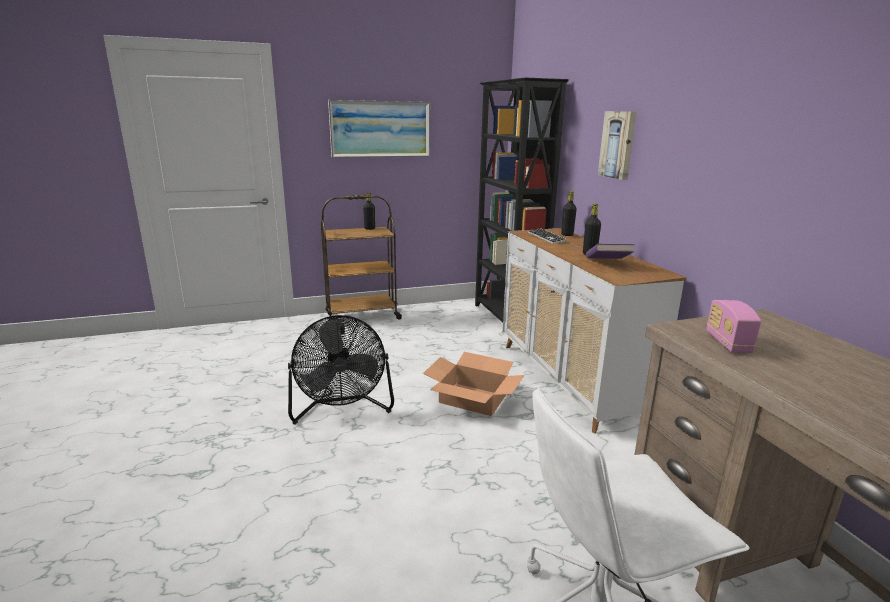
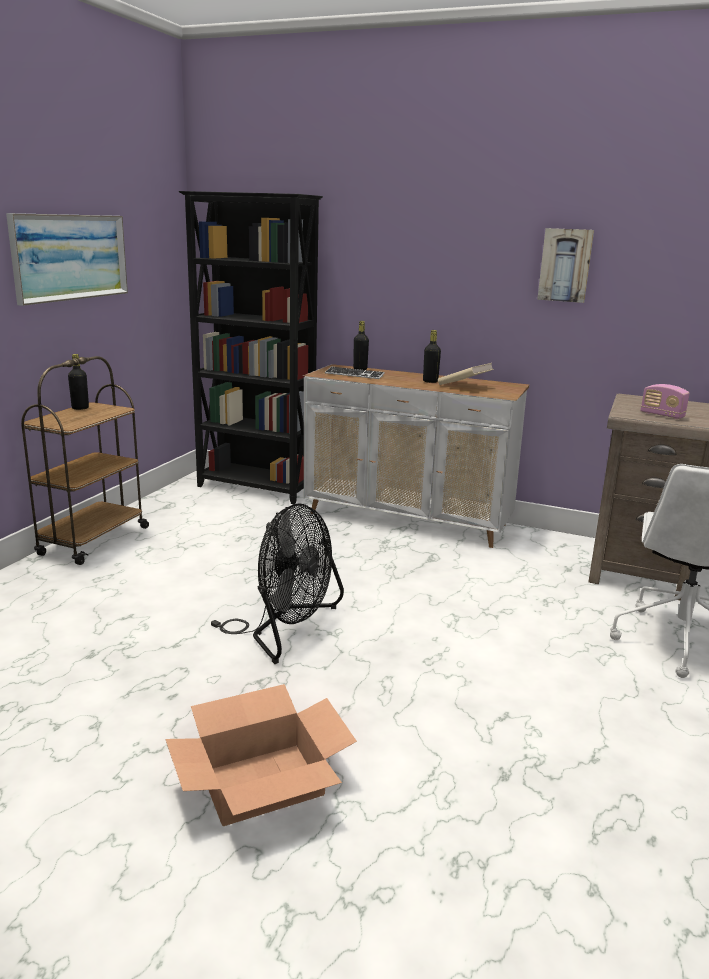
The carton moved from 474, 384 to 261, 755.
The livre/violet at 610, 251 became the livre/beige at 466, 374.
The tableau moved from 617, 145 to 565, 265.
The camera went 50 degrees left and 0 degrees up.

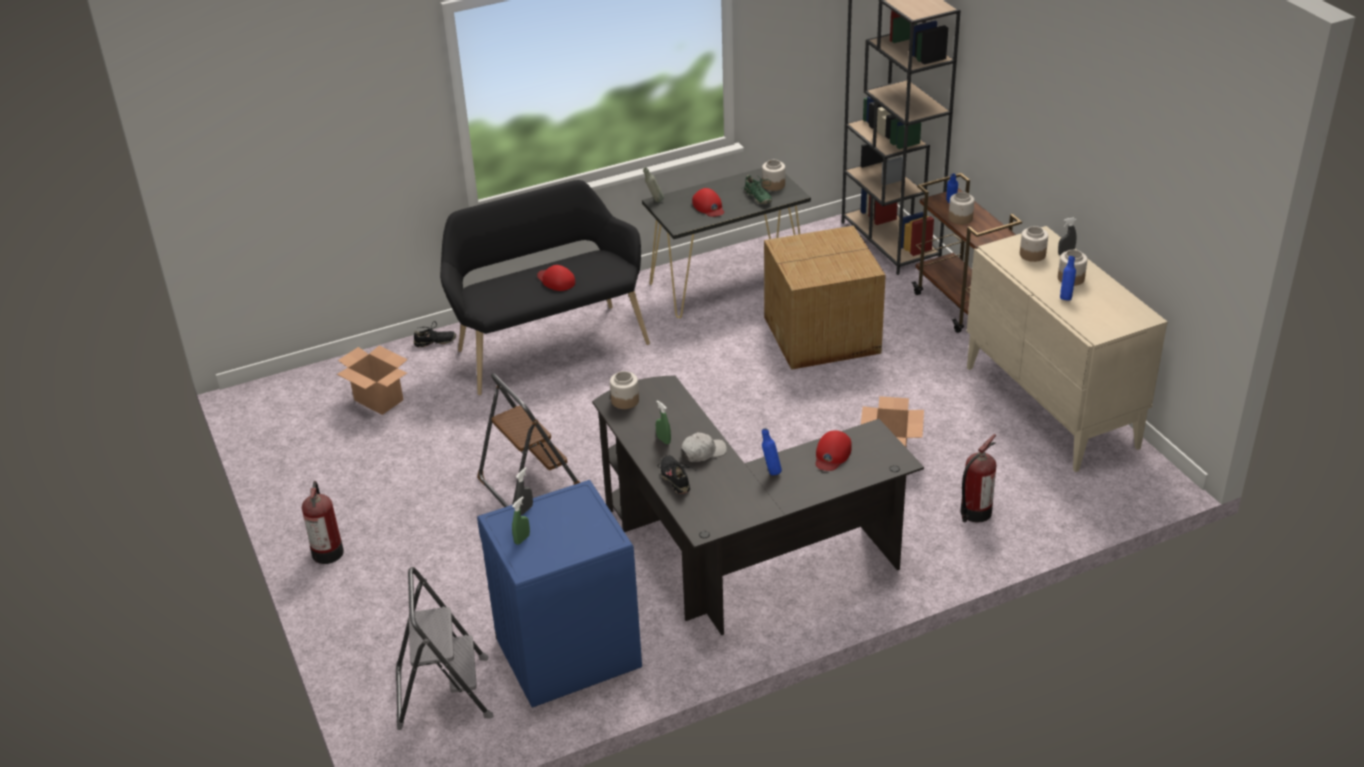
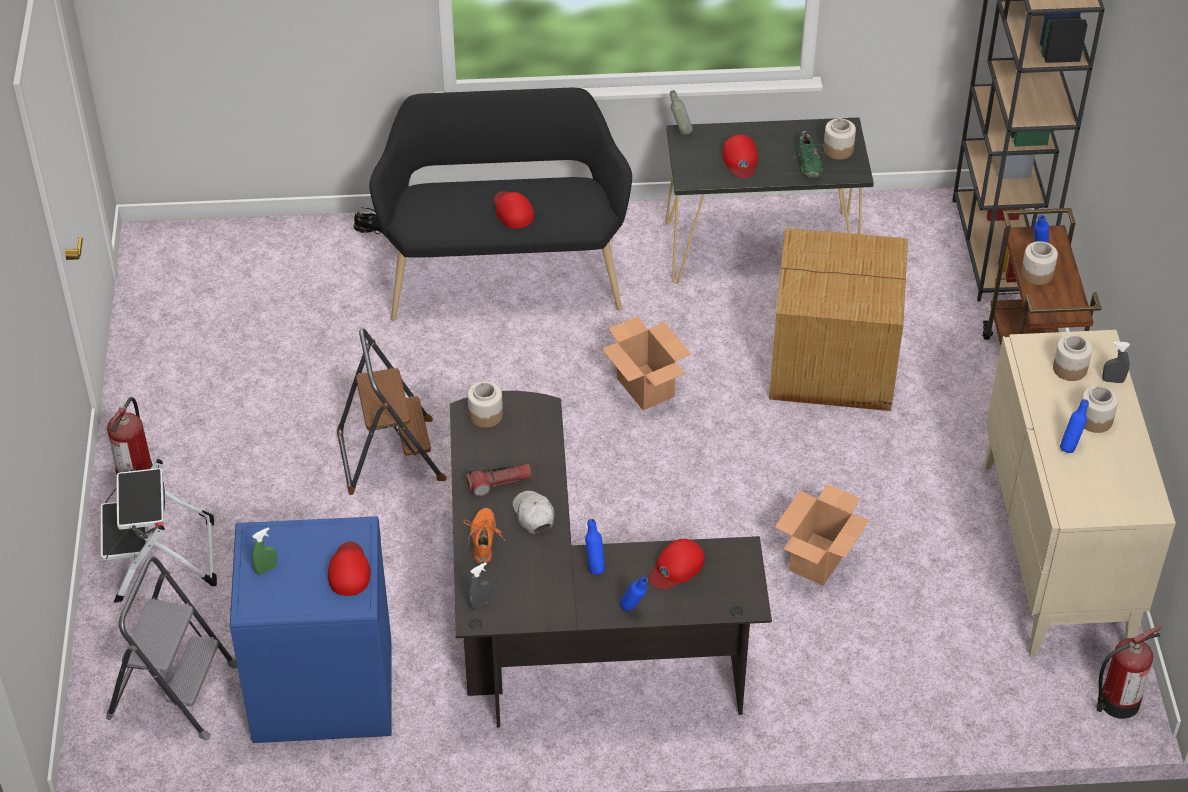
The carton moved from 372, 380 to 646, 363.
The vaporisateur/gris moved from 524, 491 to 479, 585.
The vaporisateur/vert at 663, 422 was replaced by the lampe de poche at 499, 480.
The chaussure/noir at 676, 474 became the chaussure/orange at 484, 535.
The casquette/blanc at 704, 447 turned 105 degrees counterclockwise.
The extincteur moved from 978, 478 to 1129, 672.
The escabeau at 159, 531 appeared.
The casquette/rouge at 349, 568 appeared.
The bouteille/bleu at 634, 594 appeared.
The camera went 20 degrees right and 10 degrees up.

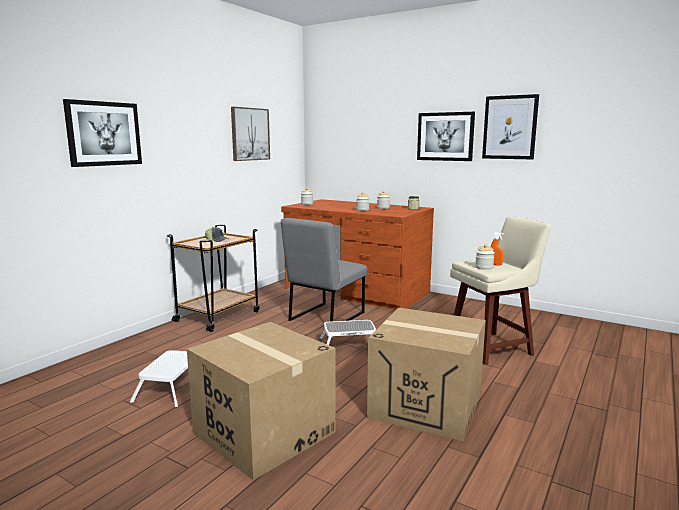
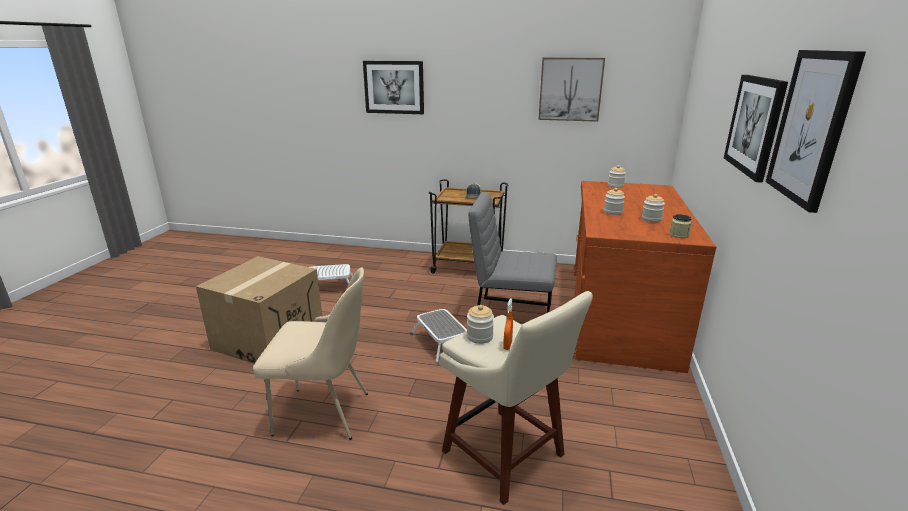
The carton at 426, 375 was replaced by the chaise/beige at 310, 353.
The camera went 70 degrees right and 10 degrees up.

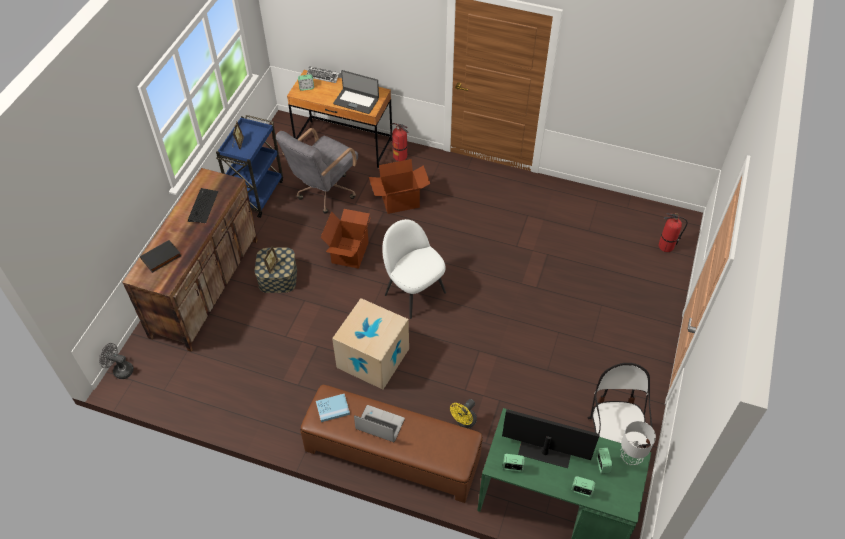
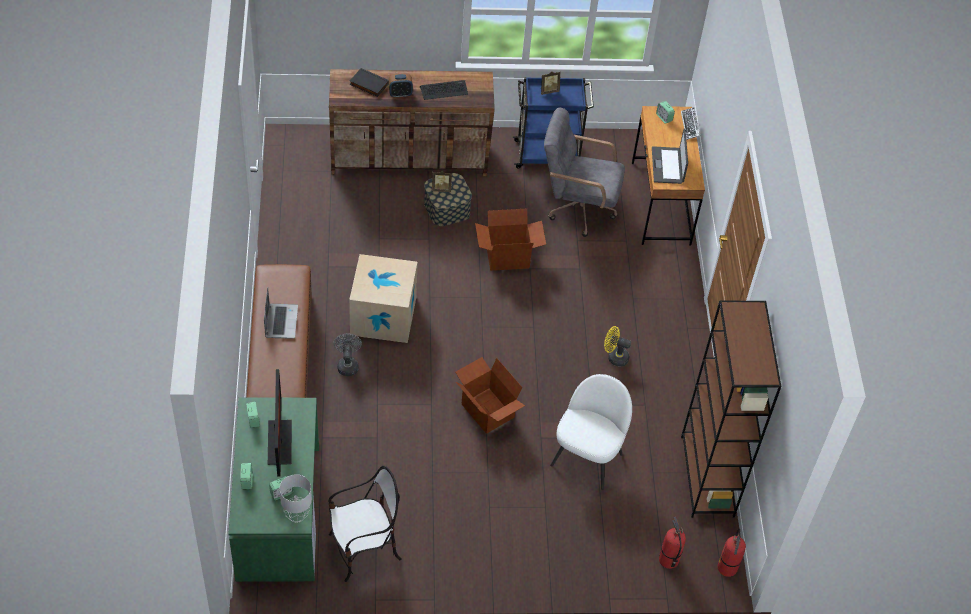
The ventilateur/gris moved from 116, 361 to 347, 354.
The livre/bleu at 333, 408 disappeared.
The carton moved from 399, 186 to 490, 395.
The chaise/blanc moved from 414, 269 to 591, 432.
The extincteur moved from 399, 142 to 731, 552.
The ventilateur/jaune moved from 463, 413 to 617, 346.
The réveil at 401, 86 appeared.
The bibliothèque/marron at 731, 409 appeared.
The camera went 65 degrees right and 0 degrees up.

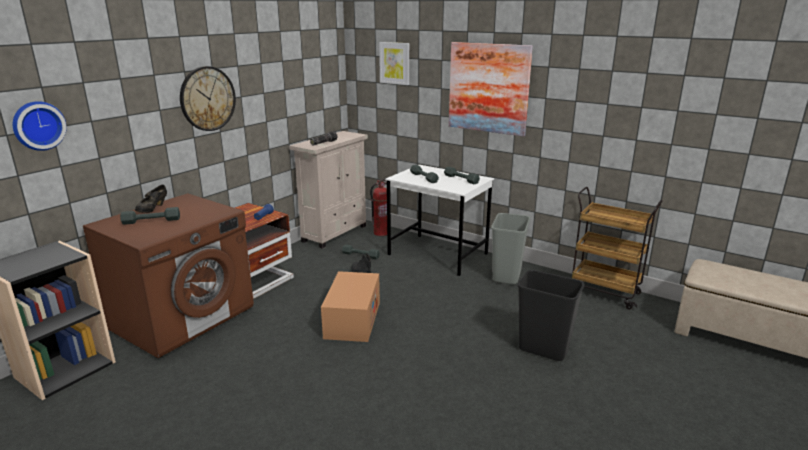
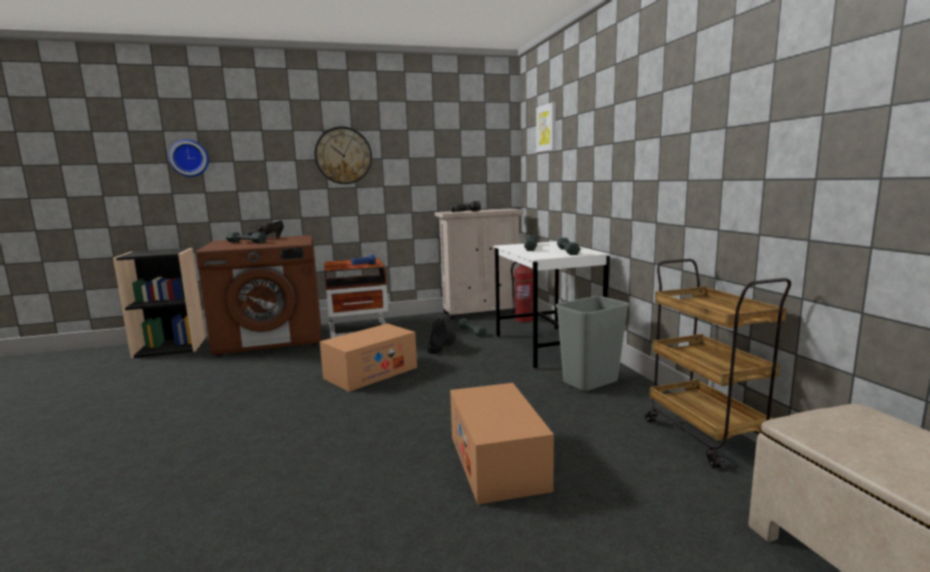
The tableau at 491, 89 disappeared.
The poubelle/noir at 550, 315 was replaced by the carton at 502, 444.
The camera went 40 degrees right and 10 degrees down.

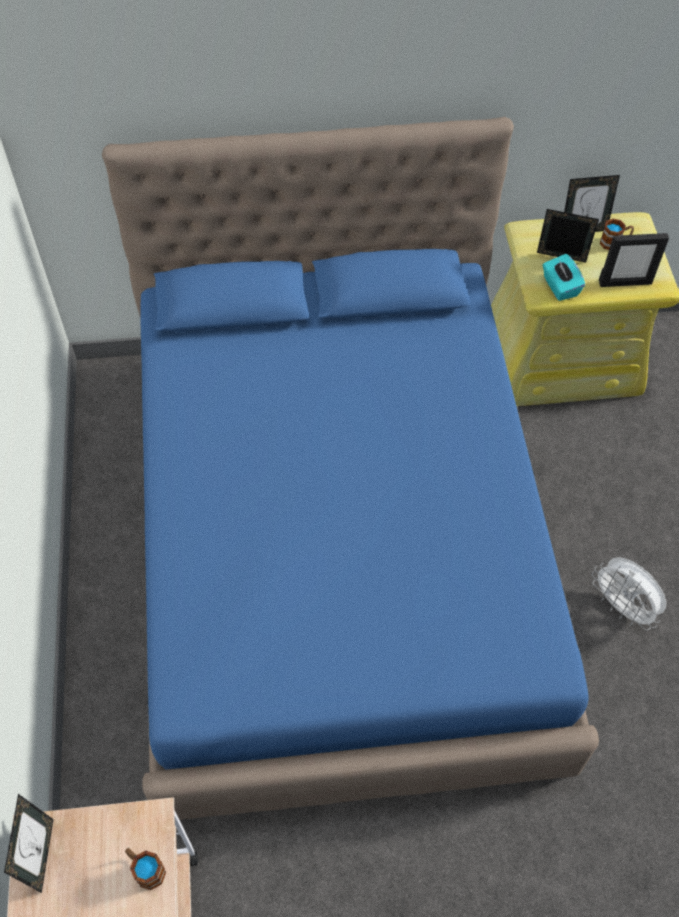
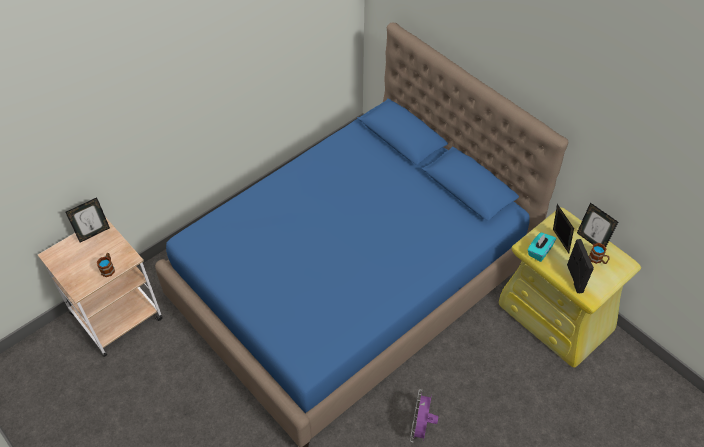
The ventilateur/blanc at 629, 593 became the ventilateur/violet at 424, 415.
The cadre photo at 634, 260 turned 150 degrees counterclockwise.
The camera went 55 degrees right and 5 degrees down.

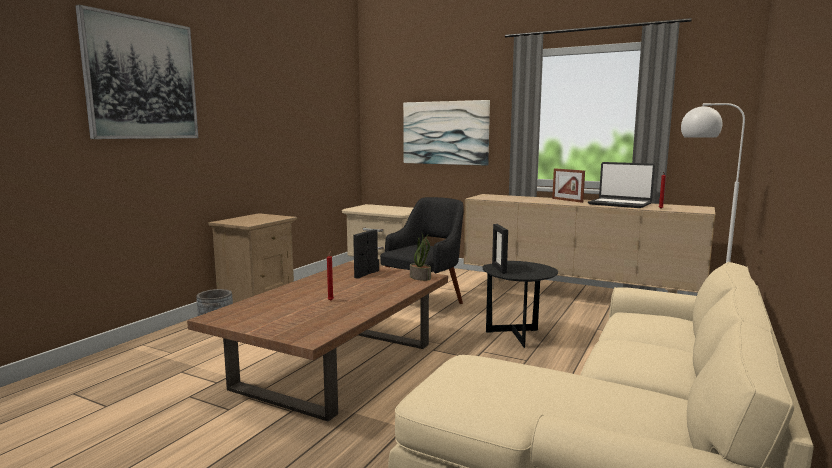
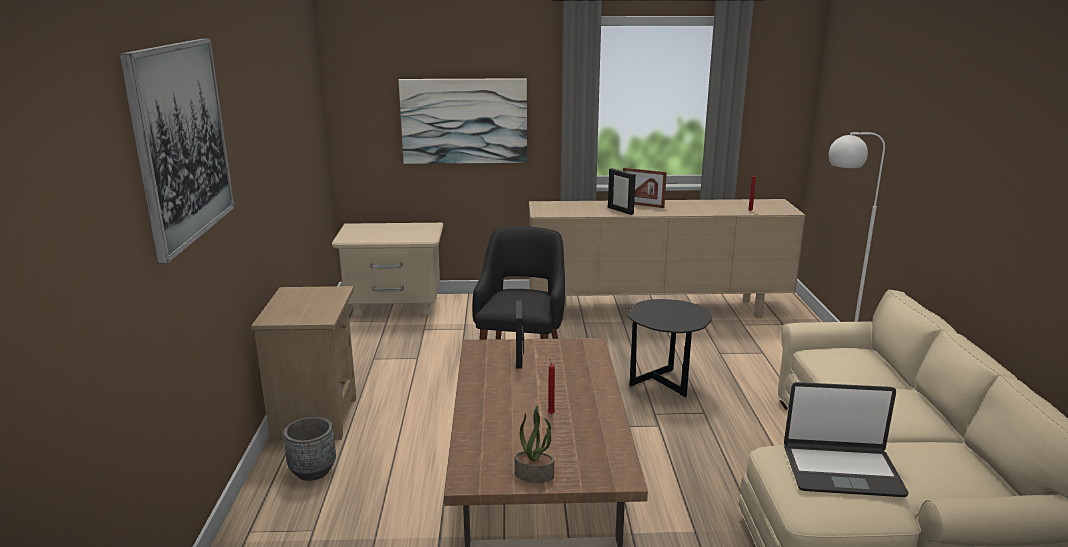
The plante en pot moved from 420, 257 to 534, 444.
The cadre photo moved from 500, 249 to 622, 191.
The ordinateur portable moved from 621, 185 to 846, 439.
The camera went 30 degrees left and 10 degrees up.

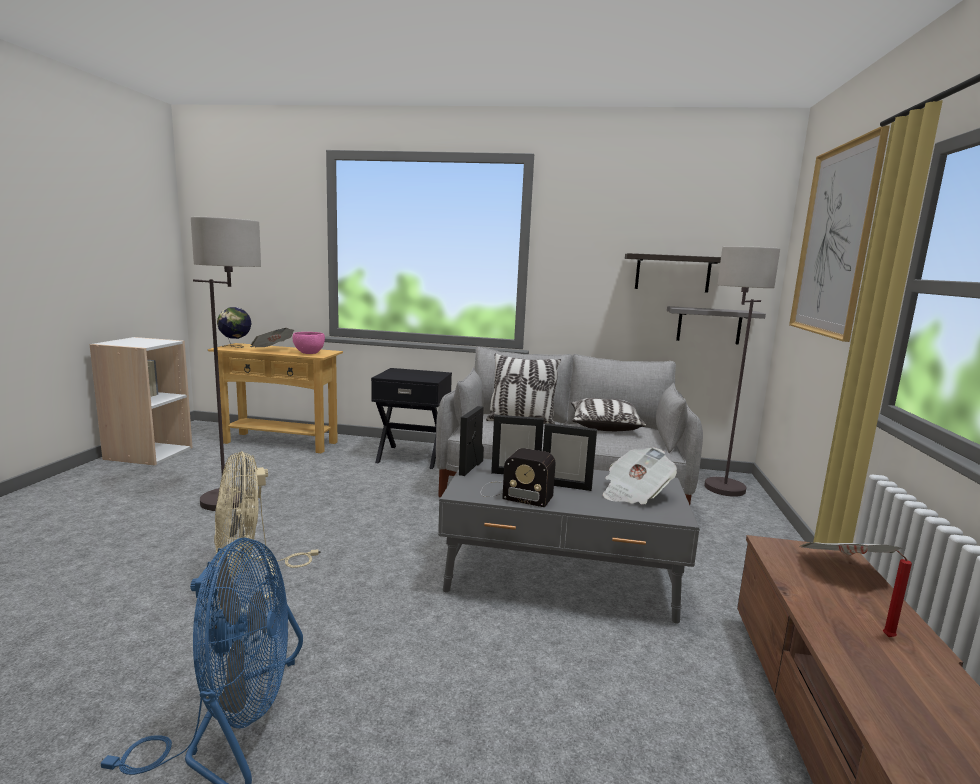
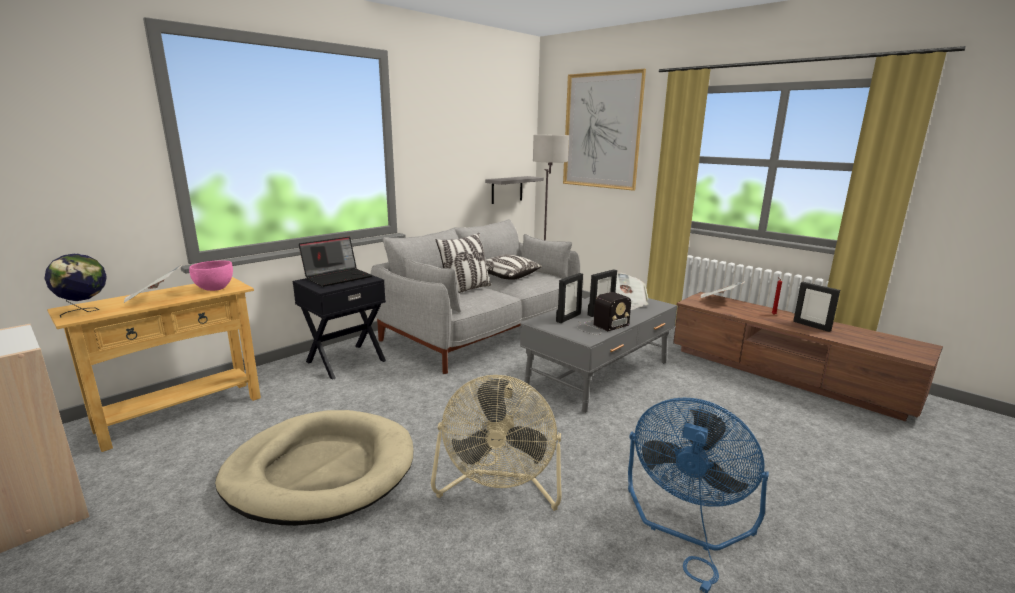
The lampadaire/gris at 226, 364 was replaced by the panier pour chien/beige at 314, 468.
The cadre photo moved from 471, 441 to 816, 307.
The étagère at 673, 273 disappeared.
The ordinateur portable at 336, 262 appeared.
The camera went 55 degrees left and 5 degrees up.

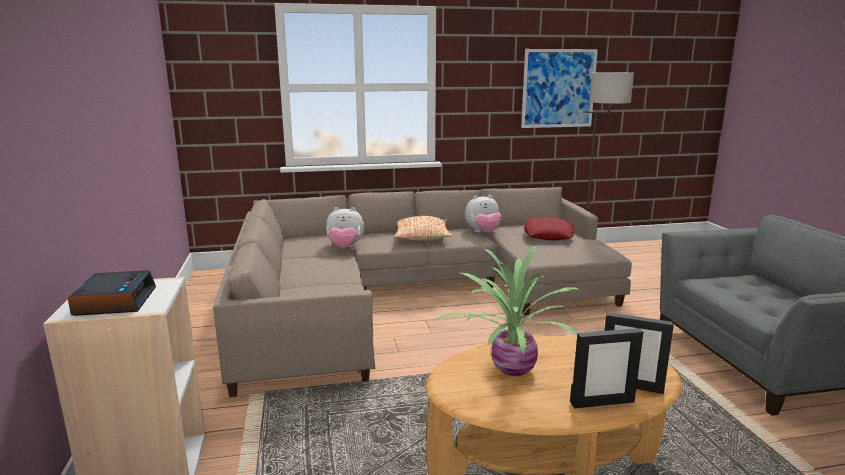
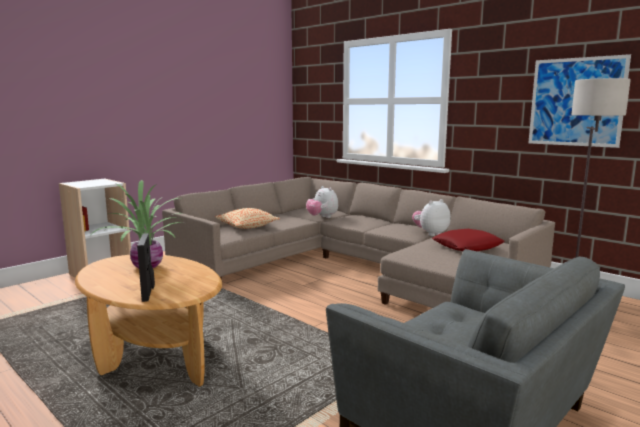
The réveil at 112, 293 disappeared.
The coussin/beige moved from 423, 228 to 248, 218.
The peluche at 483, 214 turned 105 degrees clockwise.
The cadre photo at 606, 368 disappeared.
The camera went 55 degrees right and 5 degrees down.

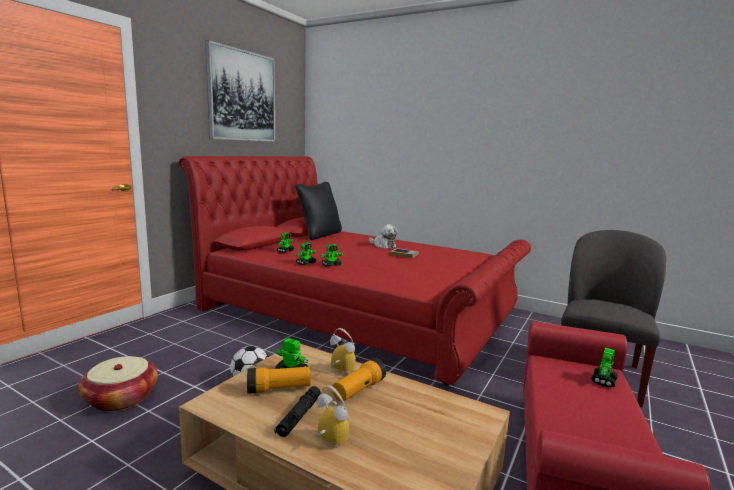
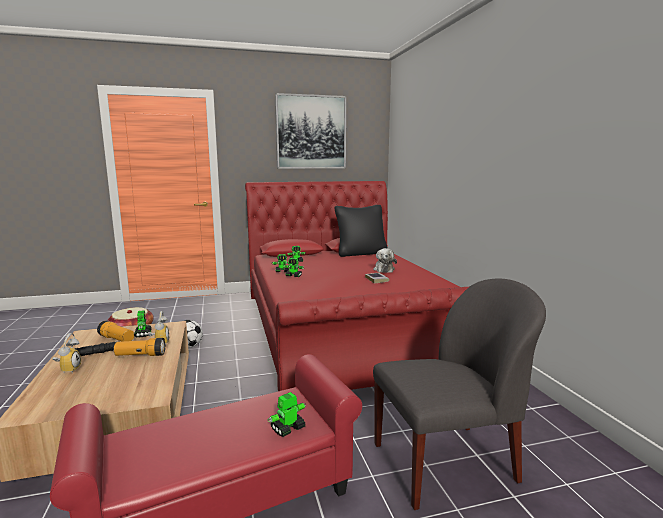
The robot jouet at 604, 367 turned 150 degrees clockwise.
The camera went 45 degrees right and 0 degrees up.

